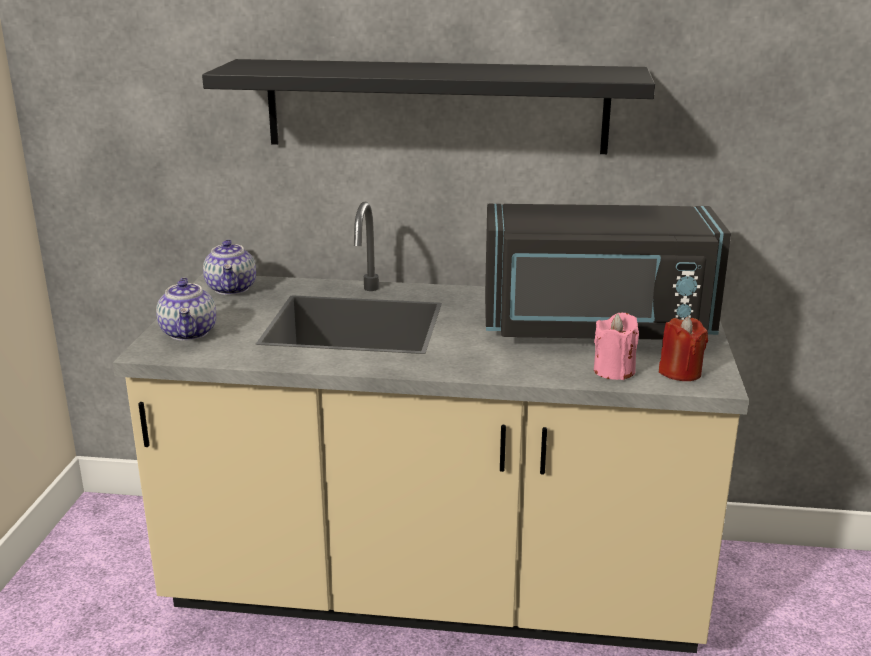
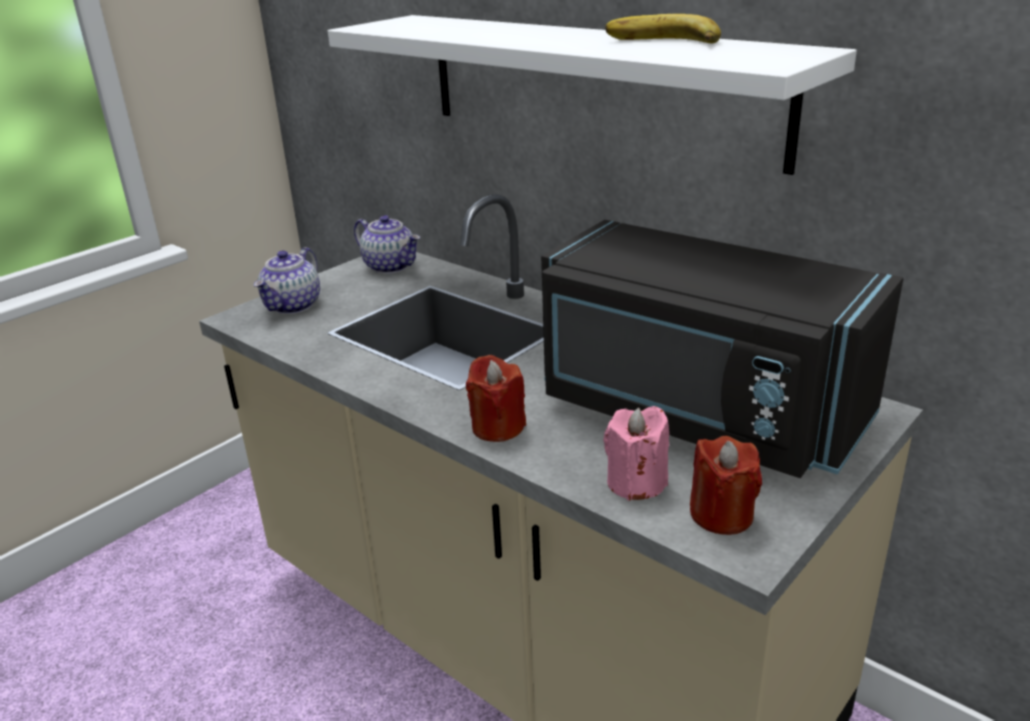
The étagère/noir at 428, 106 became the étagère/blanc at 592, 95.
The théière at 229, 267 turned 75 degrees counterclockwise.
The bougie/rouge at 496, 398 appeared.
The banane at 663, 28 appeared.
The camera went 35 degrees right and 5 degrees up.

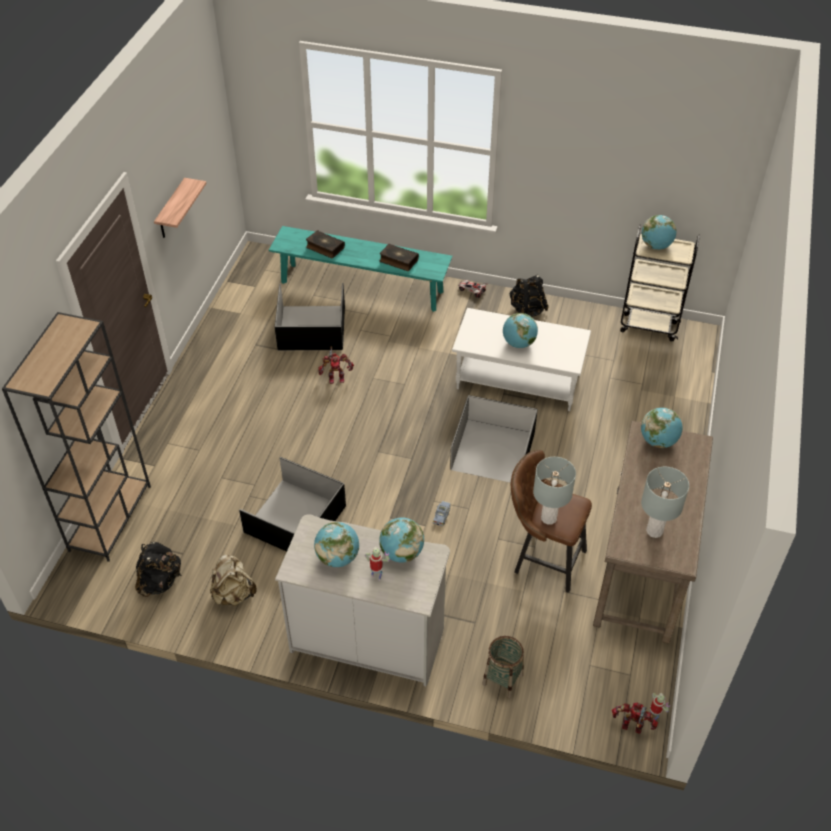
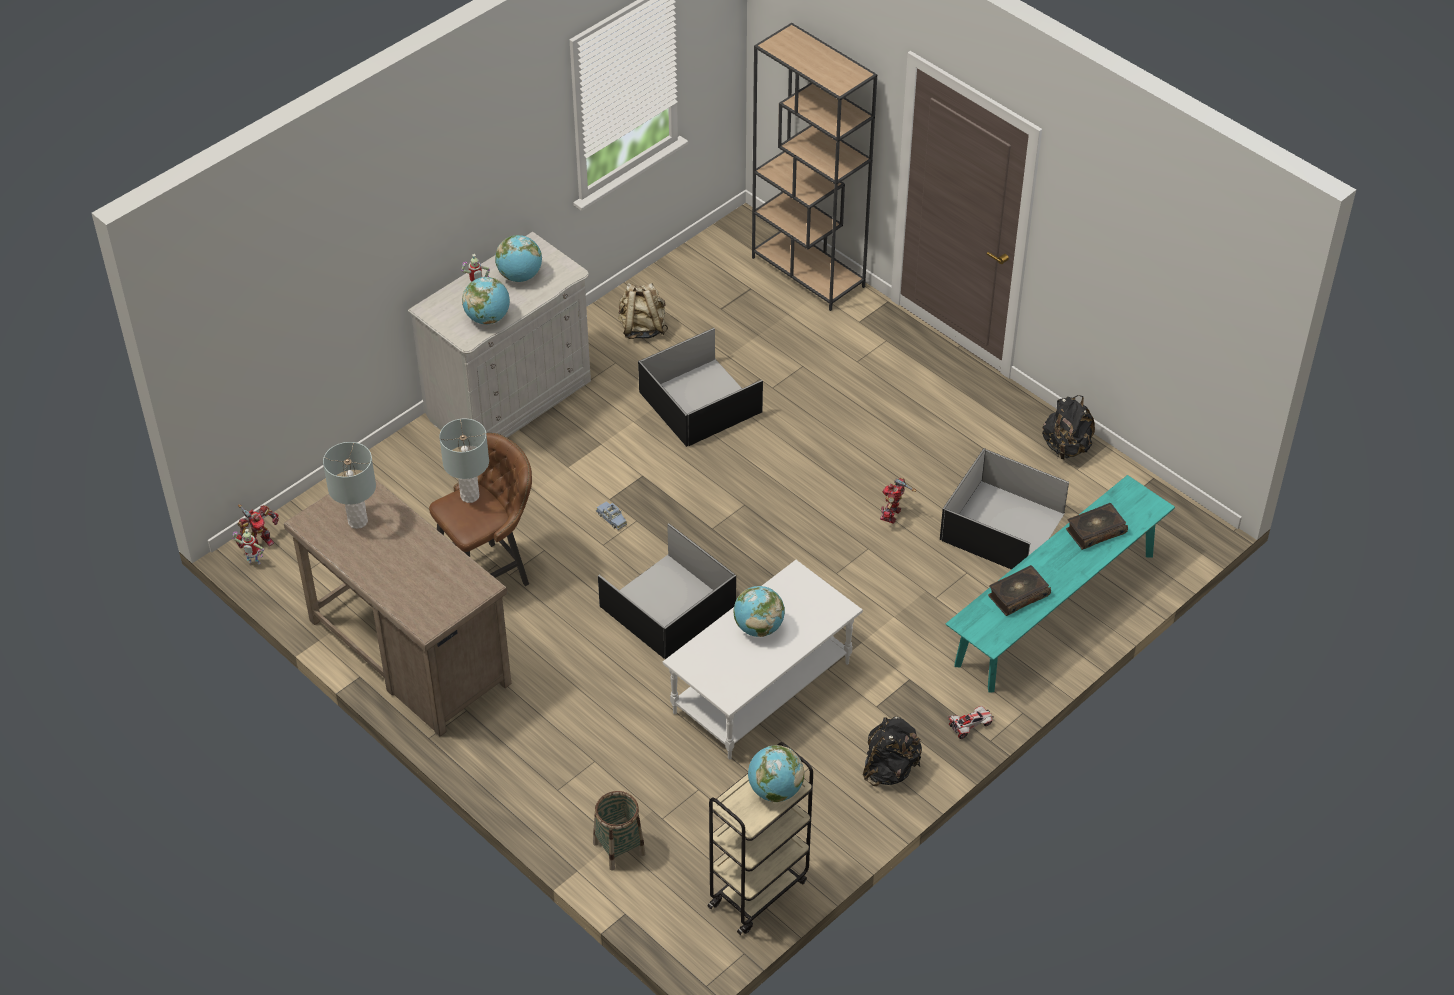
The sac à dos/noir moved from 158, 569 to 1068, 427.
The étagère at 180, 208 disappeared.
The panier moved from 503, 667 to 619, 831.
The globe at 661, 428 disappeared.
The camera went 120 degrees right and 0 degrees up.

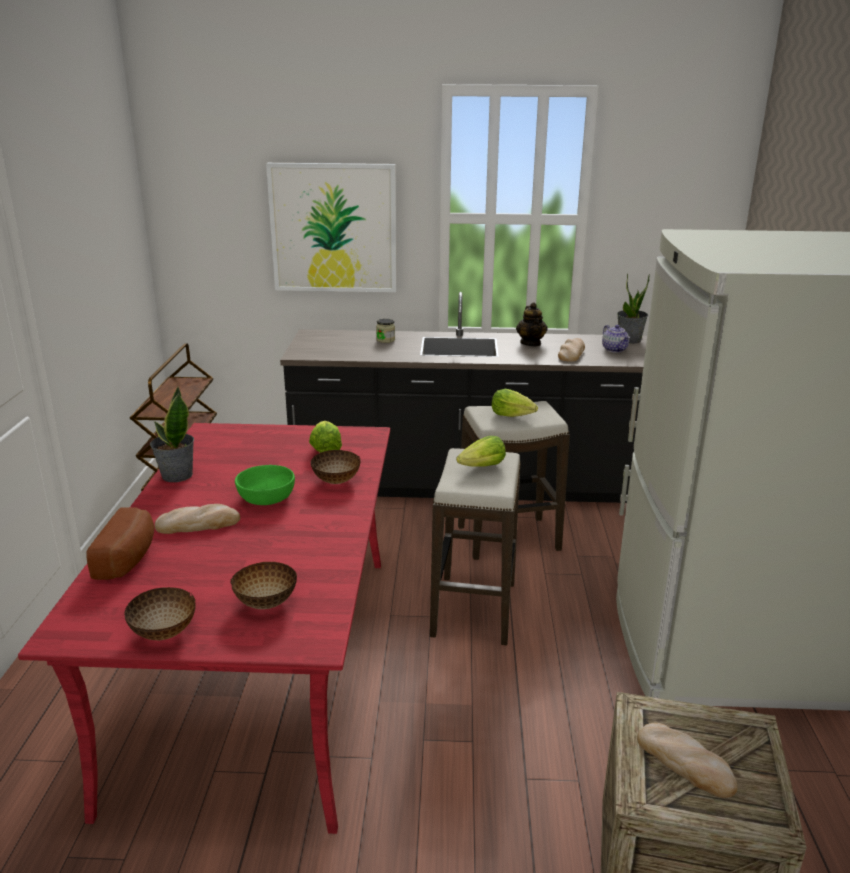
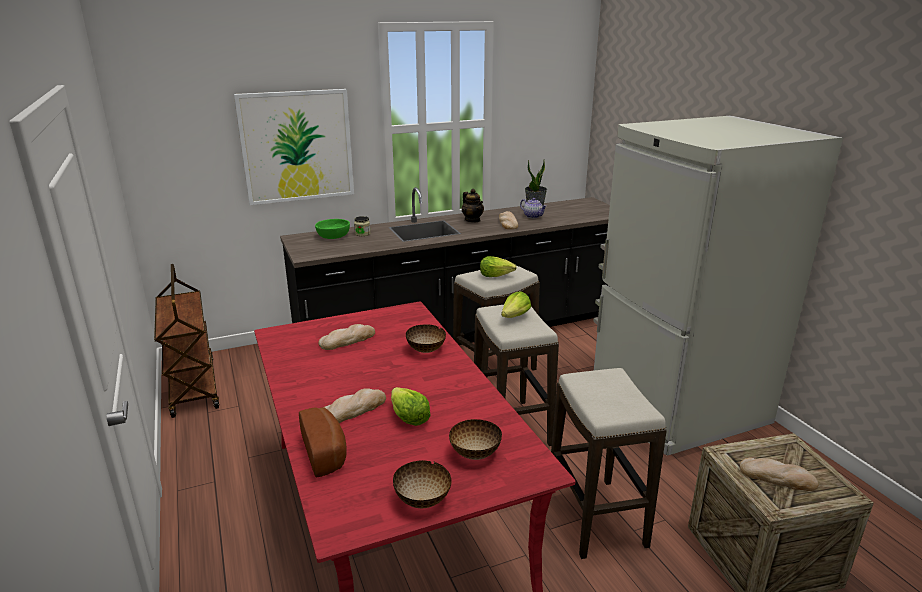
The plante en pot at 172, 434 disappeared.
The bol/vert moved from 265, 485 to 332, 229.
The laitue moved from 325, 437 to 411, 406.
The pain at 346, 337 appeared.
The tabouret at 609, 463 appeared.
The camera went 25 degrees left and 0 degrees up.

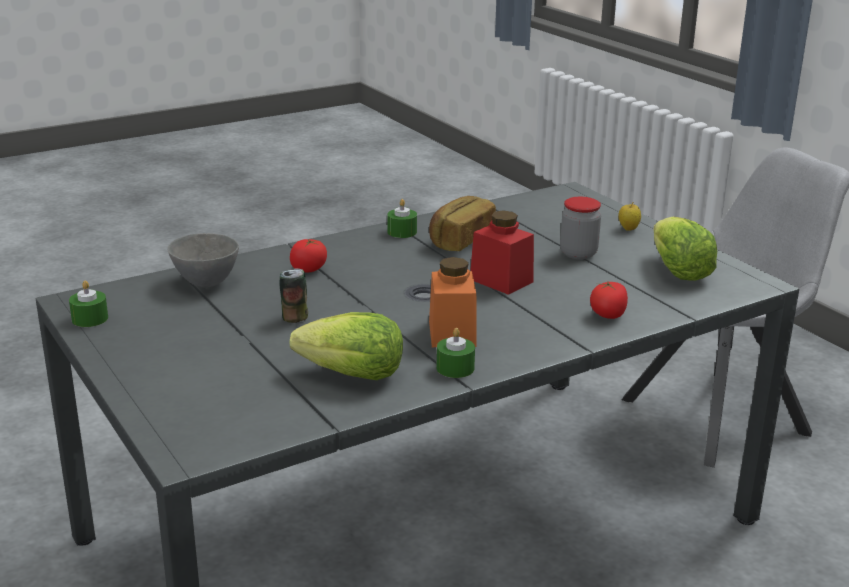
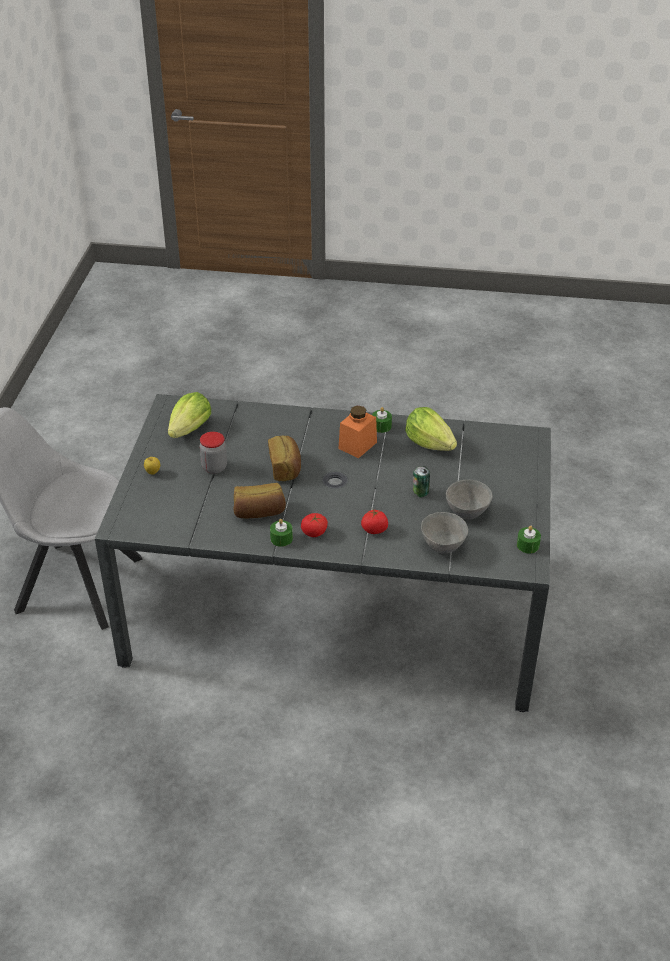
The bocal/rouge at 502, 252 was replaced by the pain at 284, 458.
The tomate moved from 609, 300 to 314, 525.
The bol/gris at 469, 499 appeared.
The camera went 140 degrees left and 15 degrees up.

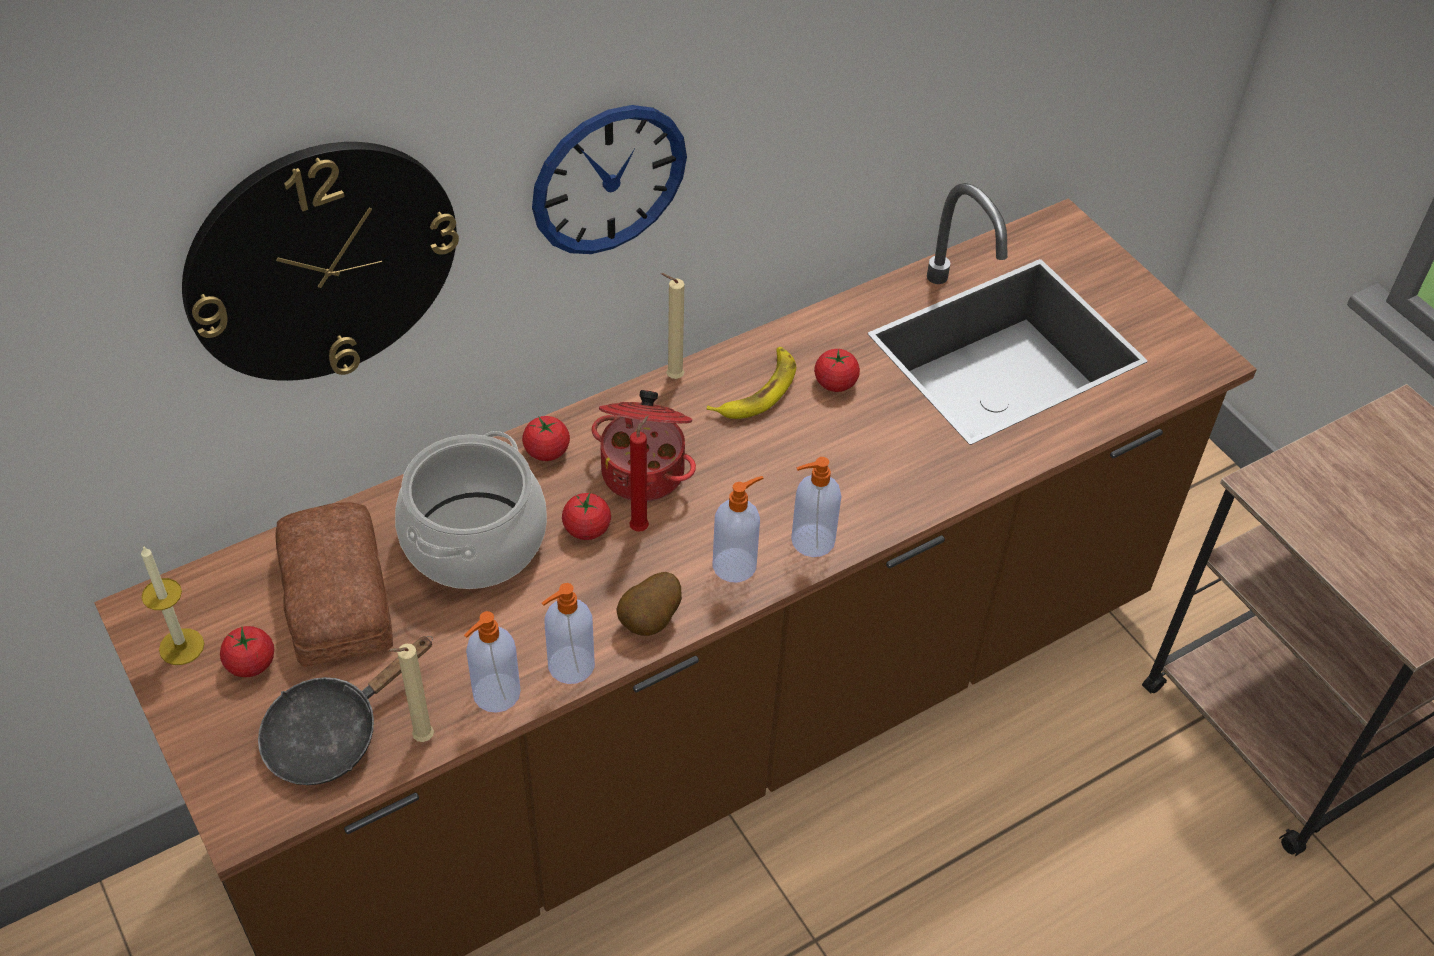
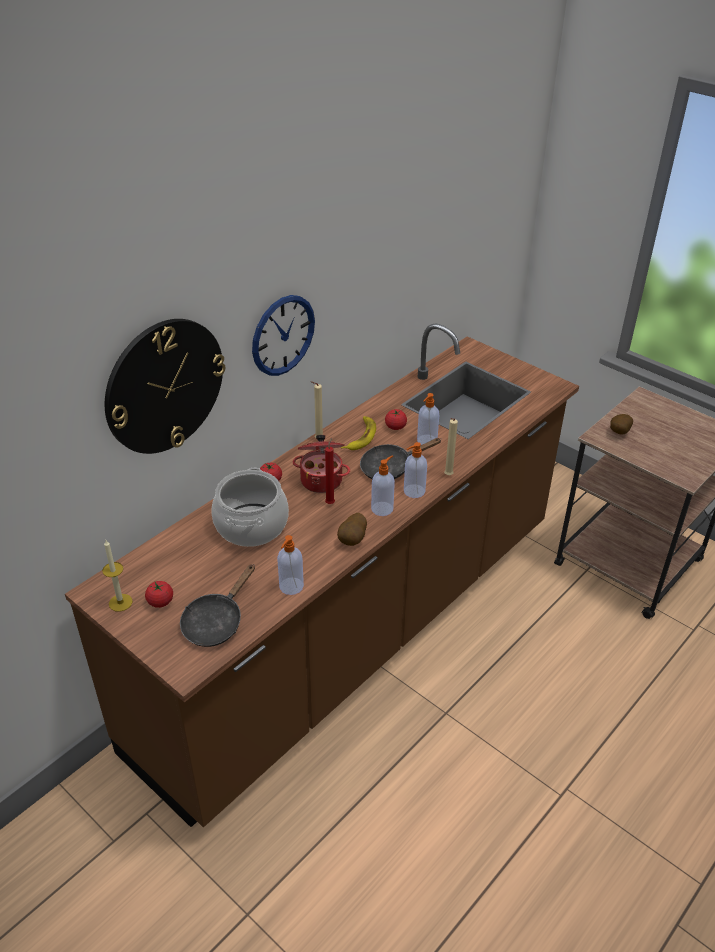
The pain at 334, 584 disappeared.
The bougie/beige moved from 411, 693 to 451, 446.
The distributeur de savon moved from 568, 633 to 428, 419.
The tomate at 586, 516 disappeared.
The poêle/noir at 401, 458 appeared.
The pomme de terre at 621, 424 appeared.
The camera went 15 degrees left and 10 degrees down.

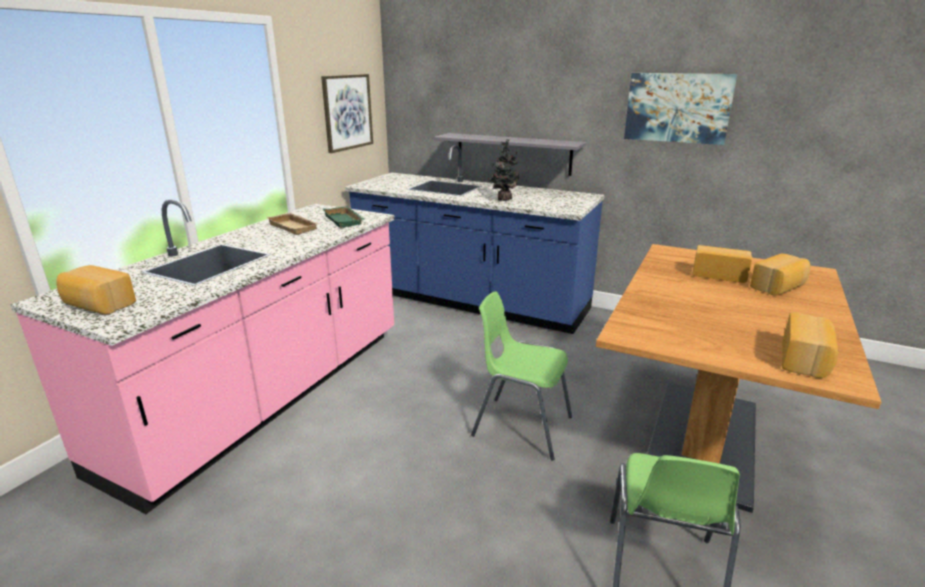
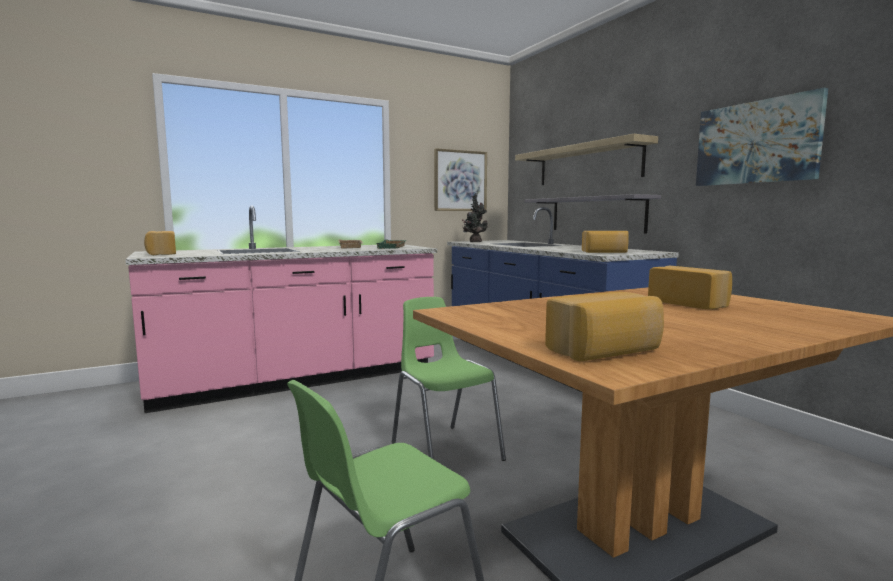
The plante en pot moved from 503, 170 to 475, 217.
The pain moved from 780, 275 to 605, 242.
The étagère at 586, 159 appeared.
The camera went 35 degrees right and 15 degrees down.

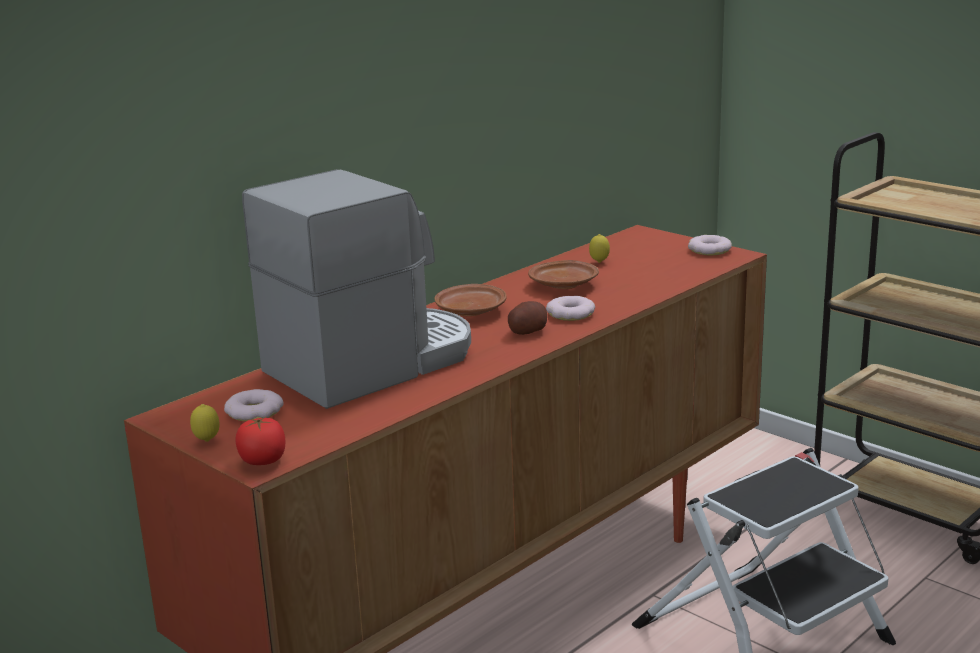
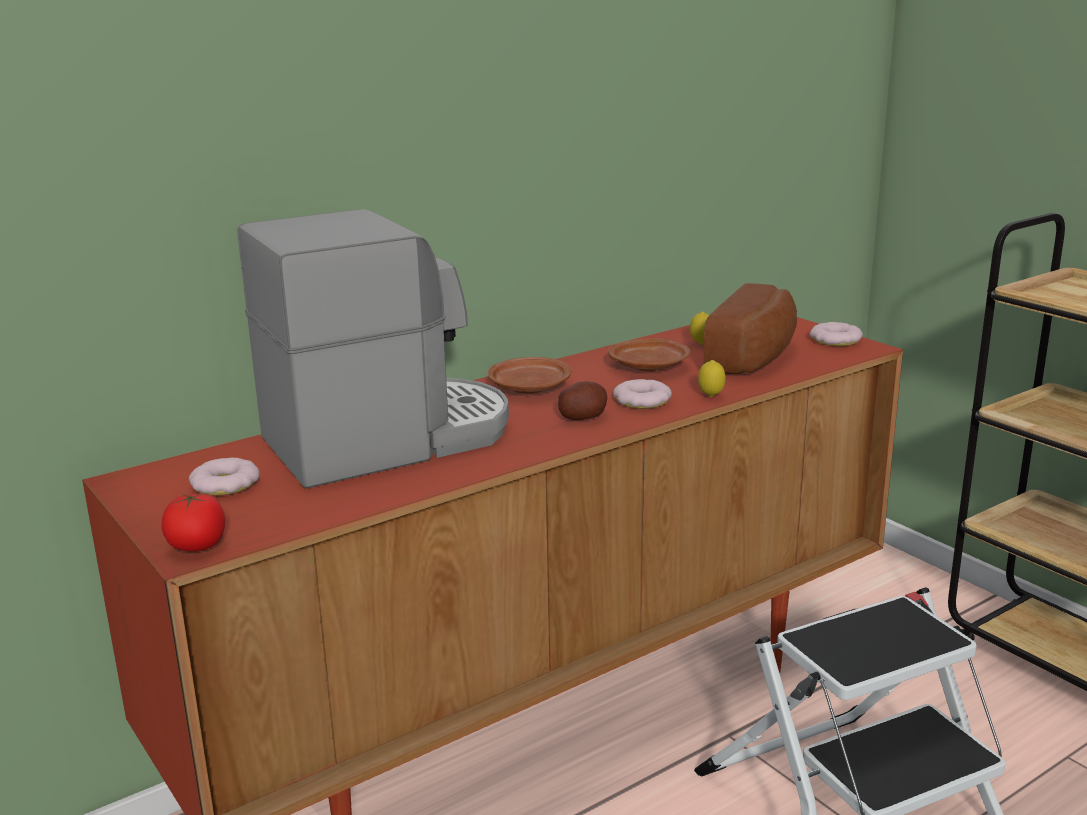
The citron moved from 205, 423 to 712, 378.
The pain at 750, 328 appeared.
The camera went 10 degrees right and 0 degrees up.

